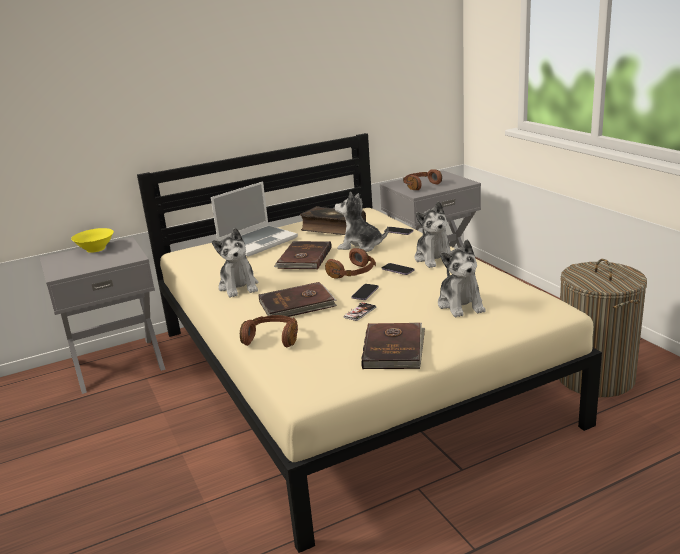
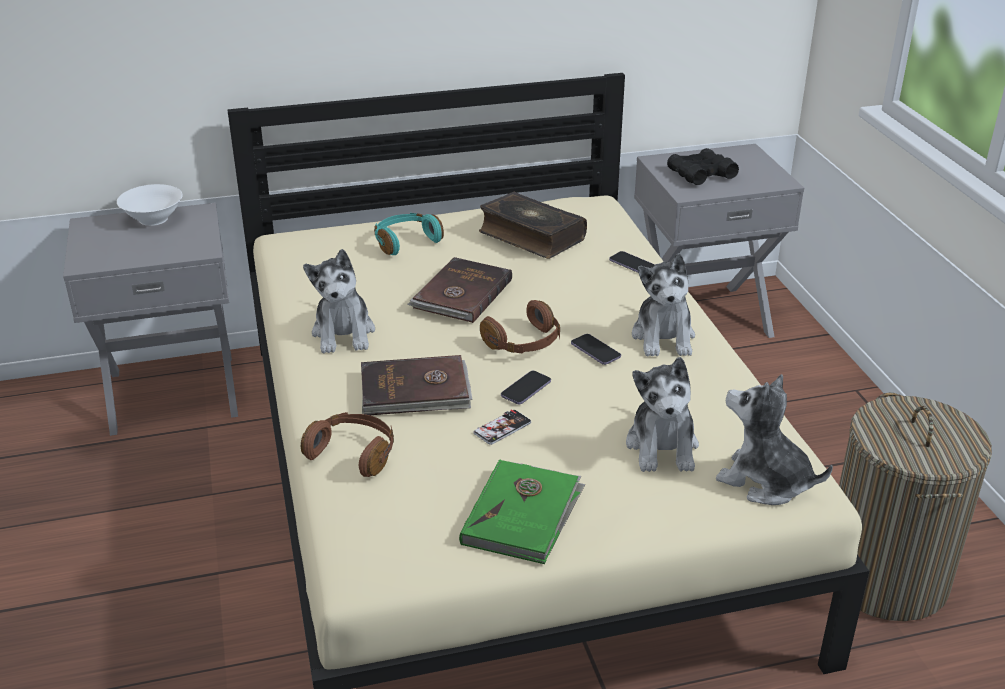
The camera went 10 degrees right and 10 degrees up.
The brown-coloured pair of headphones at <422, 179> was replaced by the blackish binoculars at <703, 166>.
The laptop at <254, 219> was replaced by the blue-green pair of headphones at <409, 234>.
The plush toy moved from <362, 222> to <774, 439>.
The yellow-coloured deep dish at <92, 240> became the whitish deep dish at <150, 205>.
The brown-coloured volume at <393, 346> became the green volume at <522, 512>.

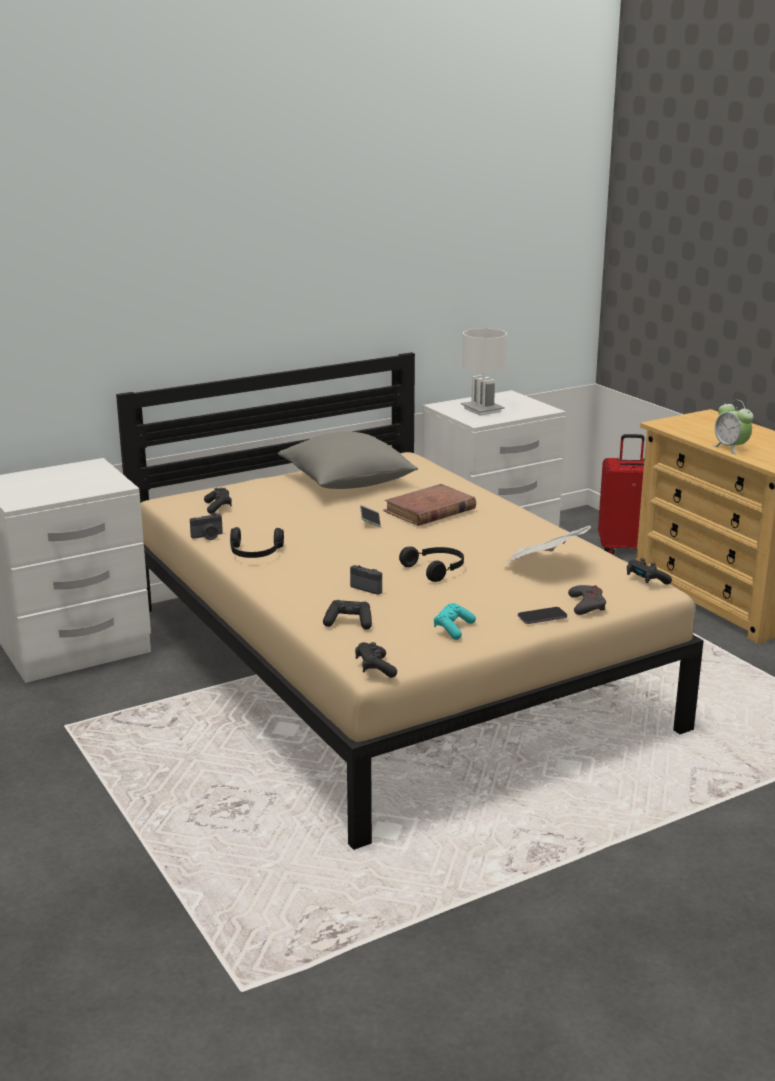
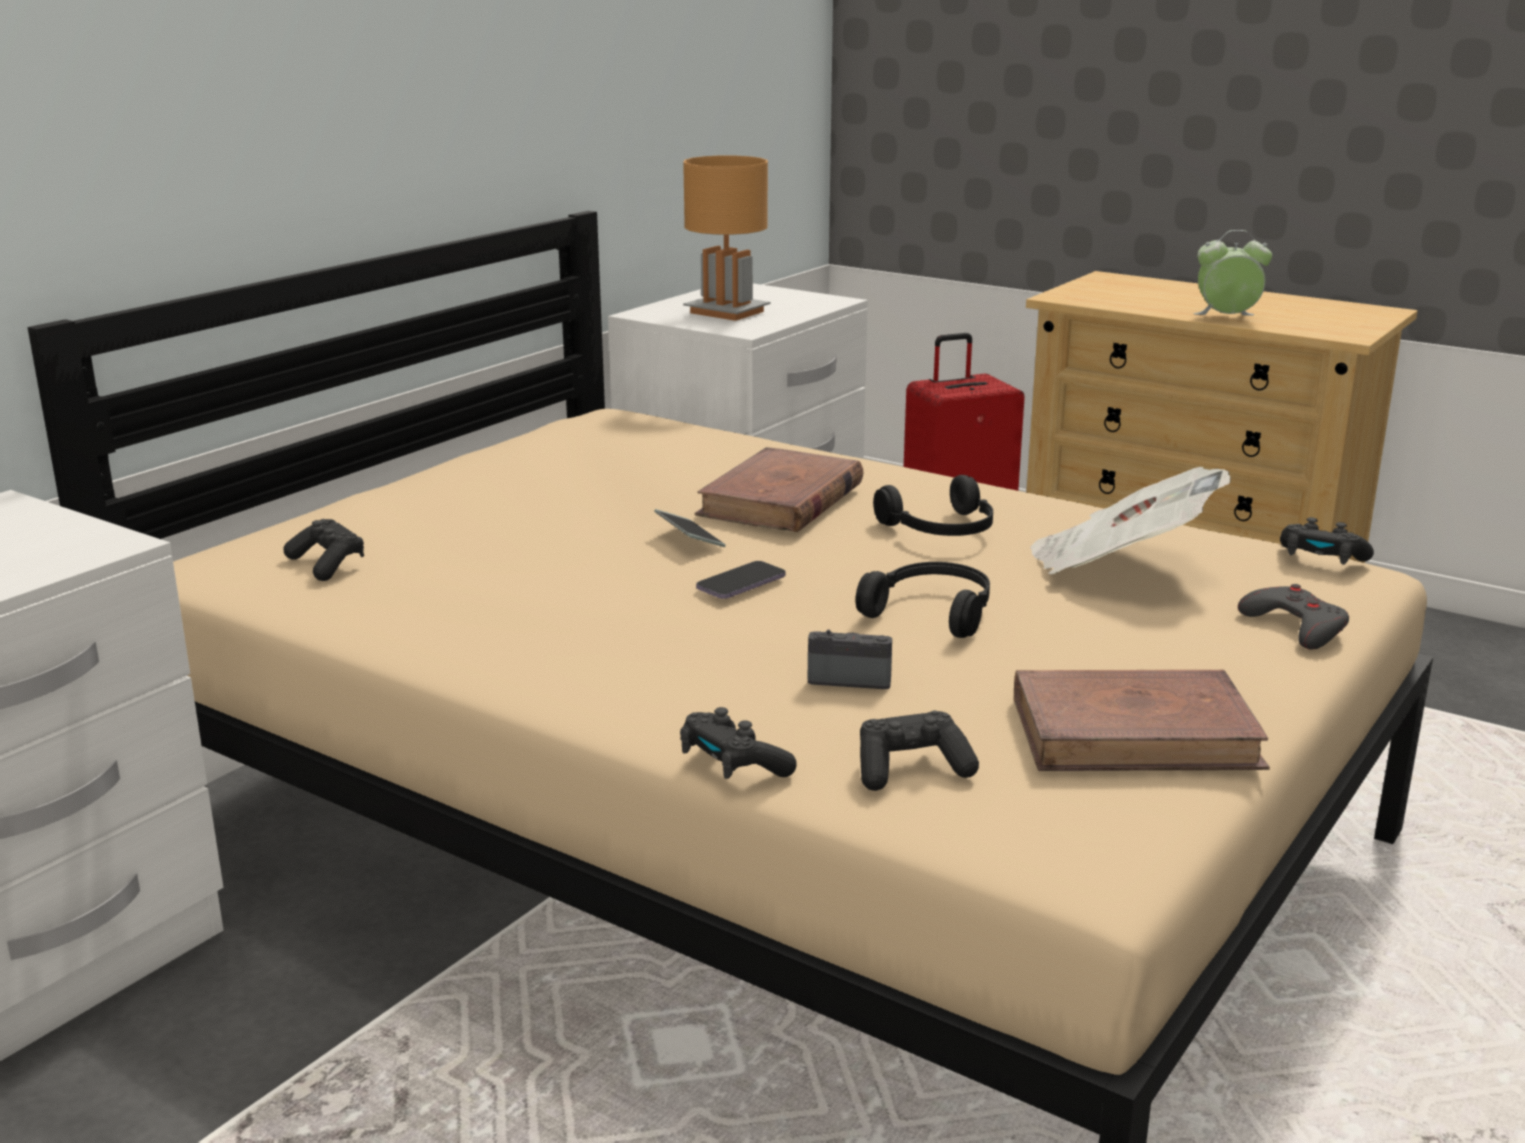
The camera went 25 degrees left and 0 degrees up.
The whitish table lamp at <484, 372> became the brown-coloured table lamp at <726, 238>.
The bedside clock at <732, 427> turned 150 degrees clockwise.
The greyish pillow at <348, 460> disappeared.
The still camera at <206, 526> disappeared.
The blackish pair of headphones moved from <257, 542> to <933, 505>.
The blue-green game controller at <455, 621> was replaced by the brown-coloured volume at <1142, 720>.
The phone moved from <542, 615> to <741, 580>.
The blackish game controller moved from <376, 660> to <738, 743>.

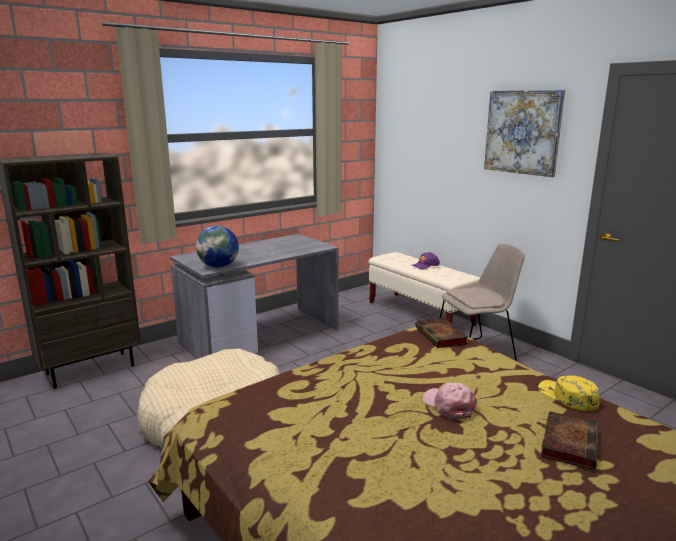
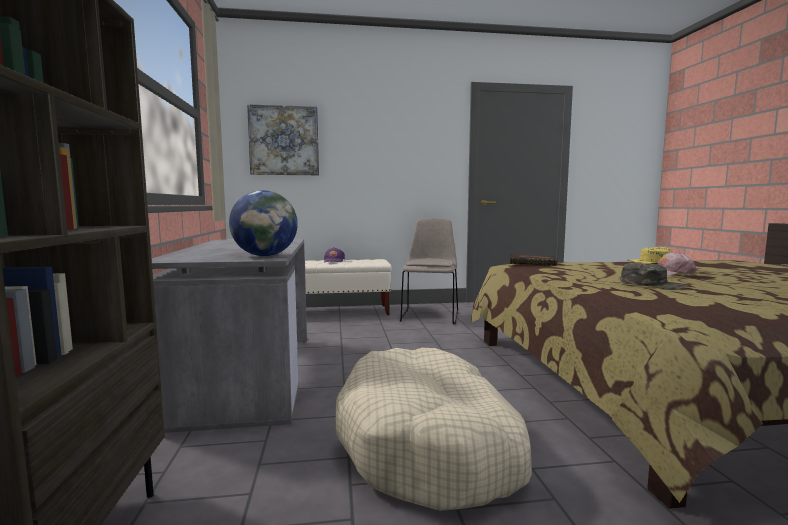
The camera went 60 degrees left and 10 degrees down.
The picture moved from <524, 133> to <283, 139>.
The volume at <569, 440> disappeared.
The green cap at <654, 276> appeared.

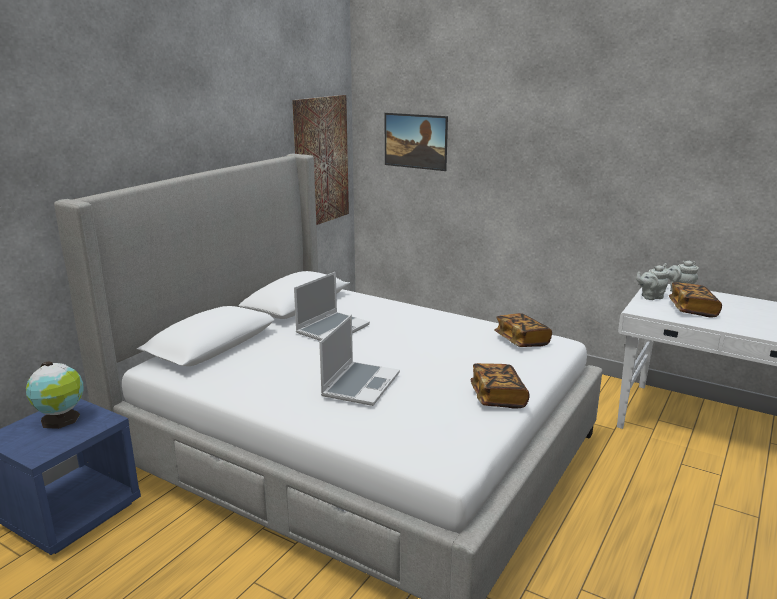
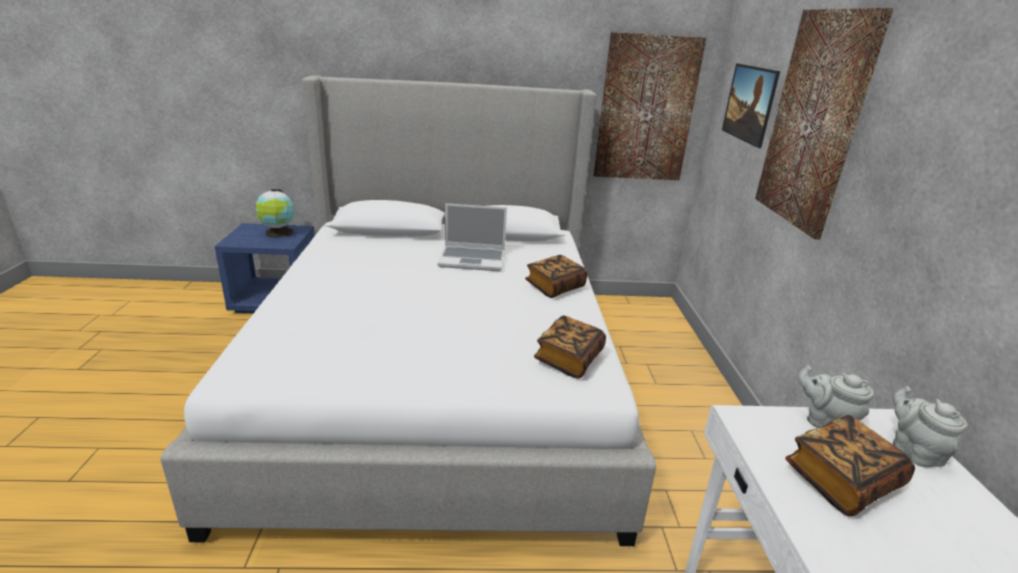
The camera went 55 degrees right and 5 degrees up.
The laptop at <359, 360> disappeared.
The volume moved from <500, 386> to <556, 276>.
The picture at <824, 123> appeared.

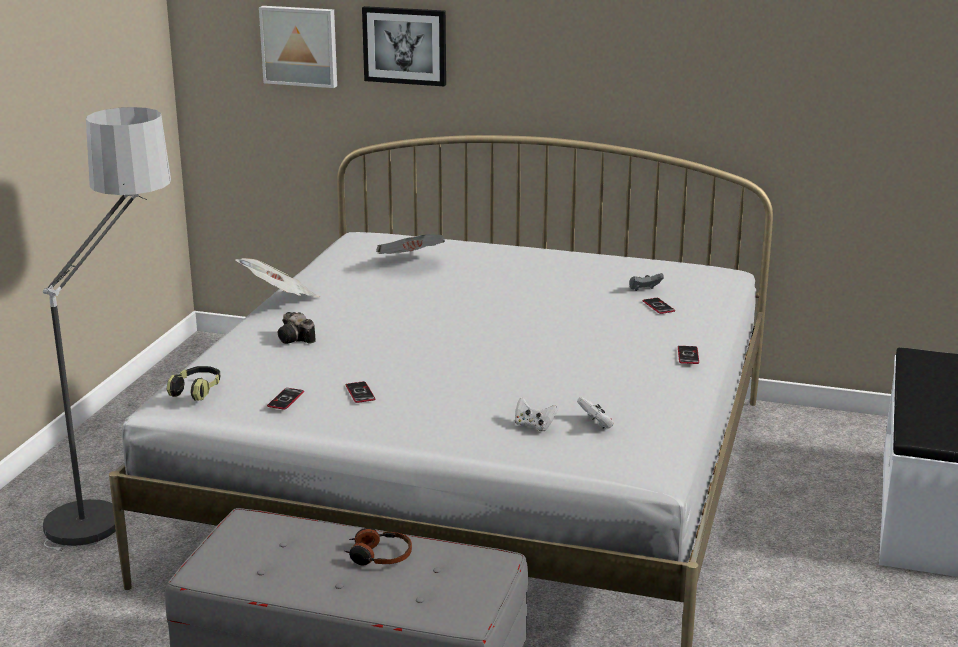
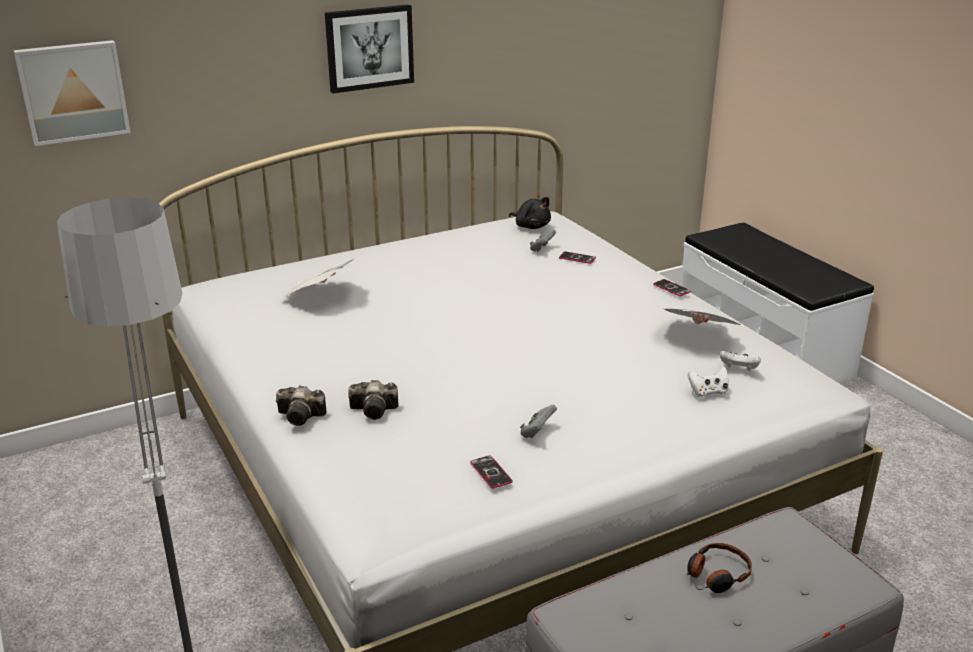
The camera went 45 degrees left and 5 degrees up.
The picture moved from <404, 46> to <369, 48>.
The newspaper moved from <278, 277> to <698, 315>.
The pair of headphones at <193, 383> disappeared.
The phone at <360, 392> was replaced by the greyish game controller at <538, 421>.
The blackish plush toy at <530, 213> appeared.
The still camera at <301, 405> appeared.

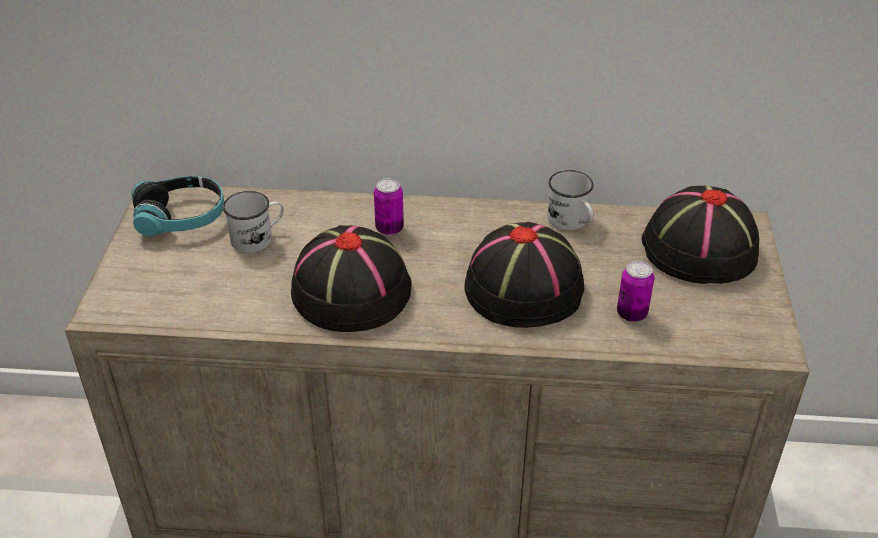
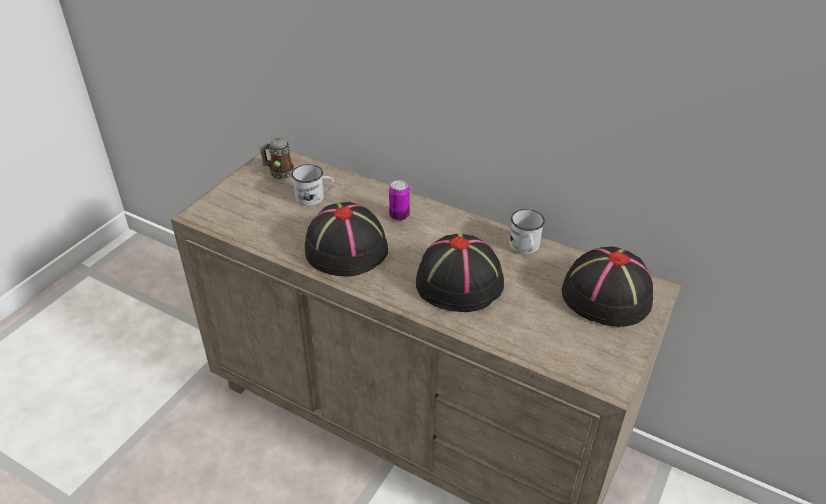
The camera went 25 degrees right and 0 degrees up.
The pair of headphones at <178, 206> was replaced by the tea mug at <276, 158>.
The can at <635, 291> disappeared.

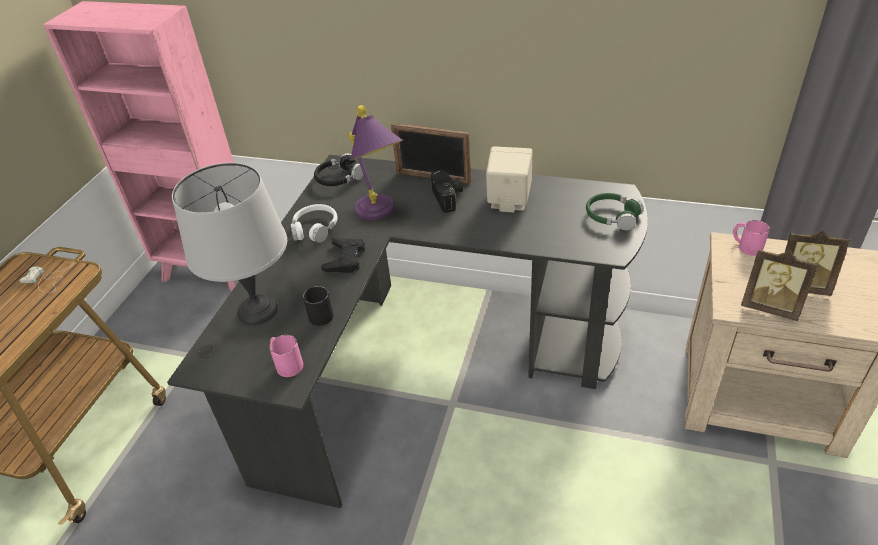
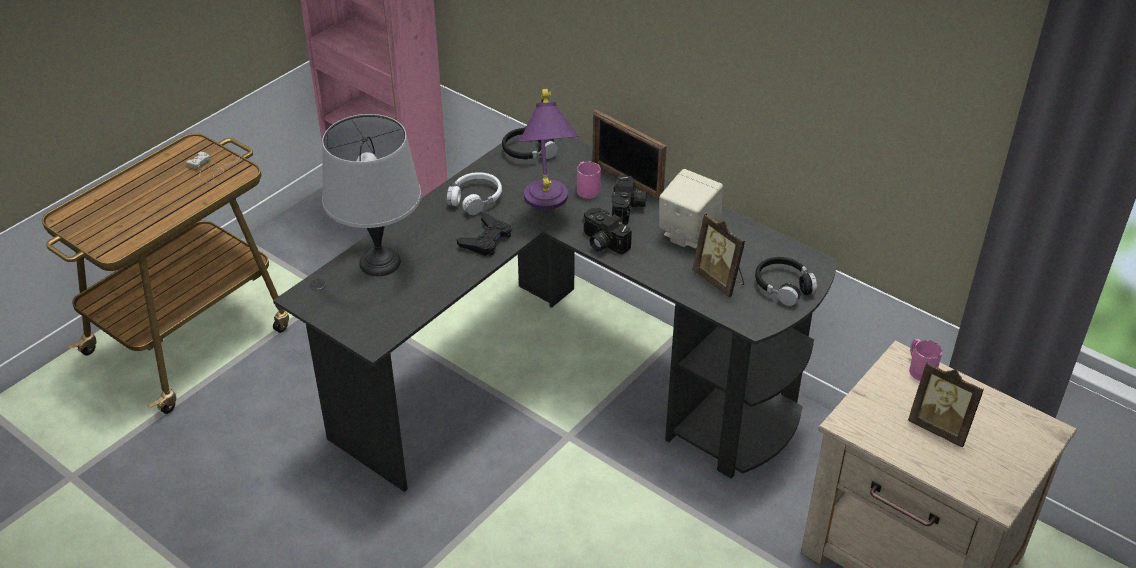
The camera went 20 degrees right and 0 degrees up.
The green pair of headphones at <615, 211> became the blackish pair of headphones at <786, 281>.
The standing frame moved from <780, 285> to <718, 255>.
The blackish tea mug at <318, 305> disappeared.
The pinkish tea mug moved from <286, 356> to <589, 180>.
The still camera at <607, 231> appeared.

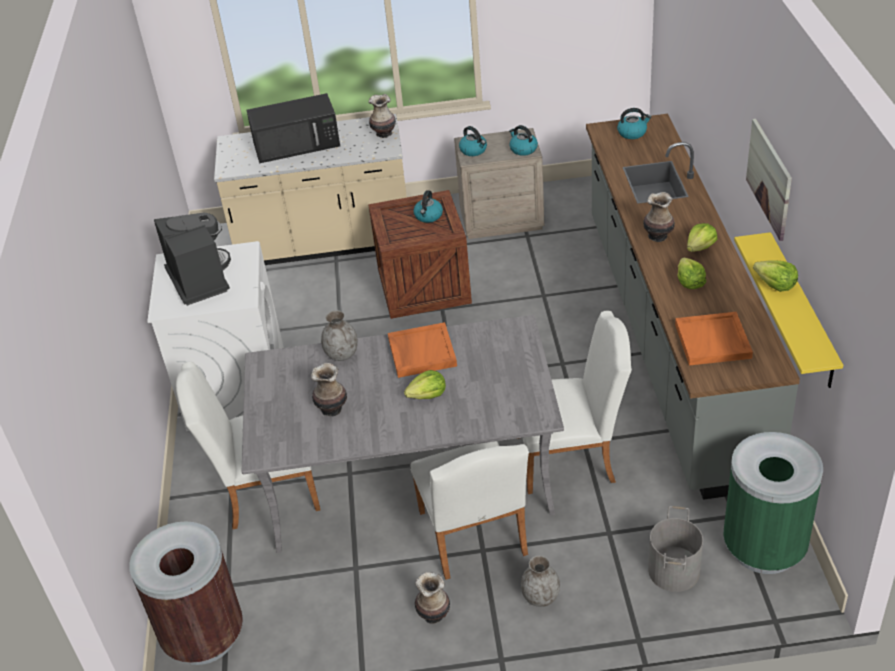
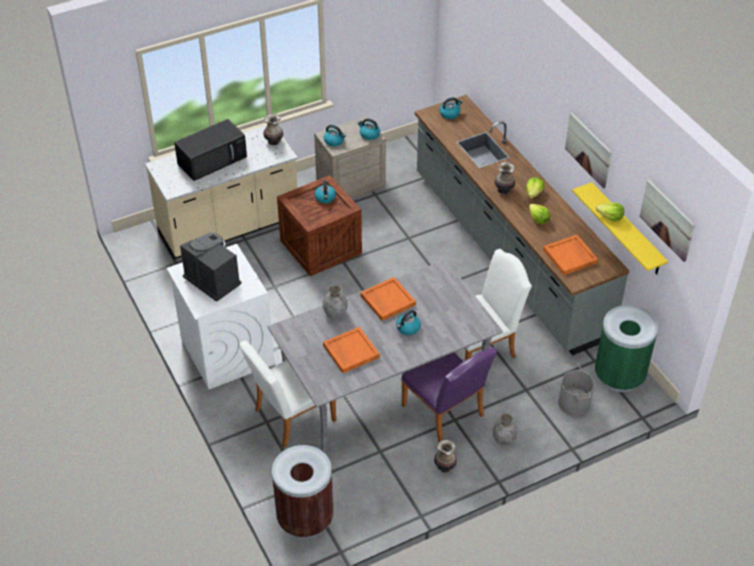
The camera went 25 degrees left and 5 degrees up.
The flower vase at <329, 389> was replaced by the orangey tray at <351, 350>.
The head of lettuce at <425, 384> was replaced by the tea kettle at <408, 322>.
The whitish upright chair at <470, 510> became the purplish upright chair at <449, 394>.
The picture at <667, 221> appeared.

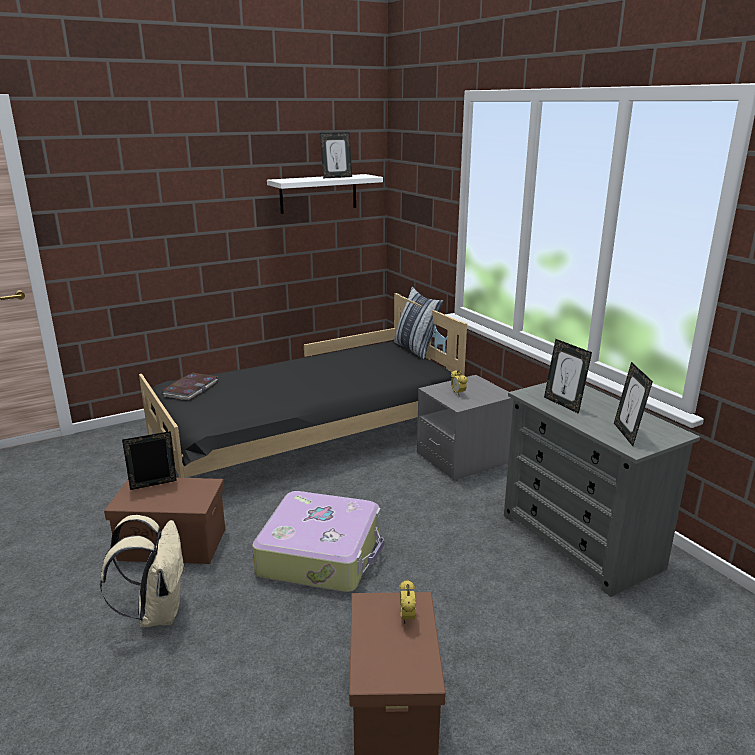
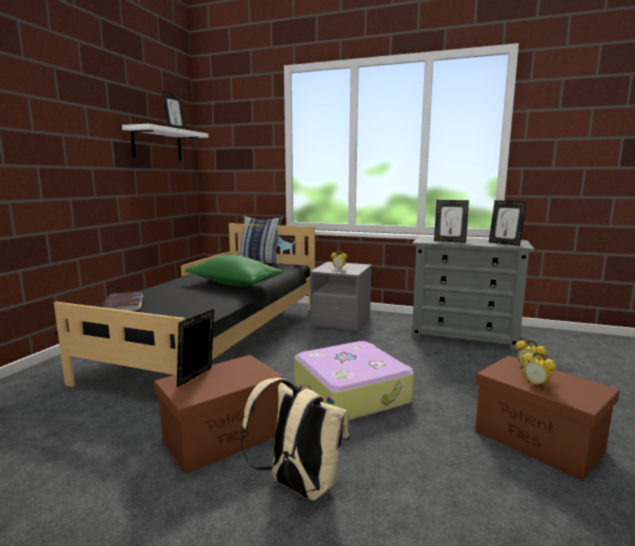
The camera went 40 degrees left and 10 degrees down.
The green pillow at <235, 270> appeared.
The bedside clock at <539, 370> appeared.

